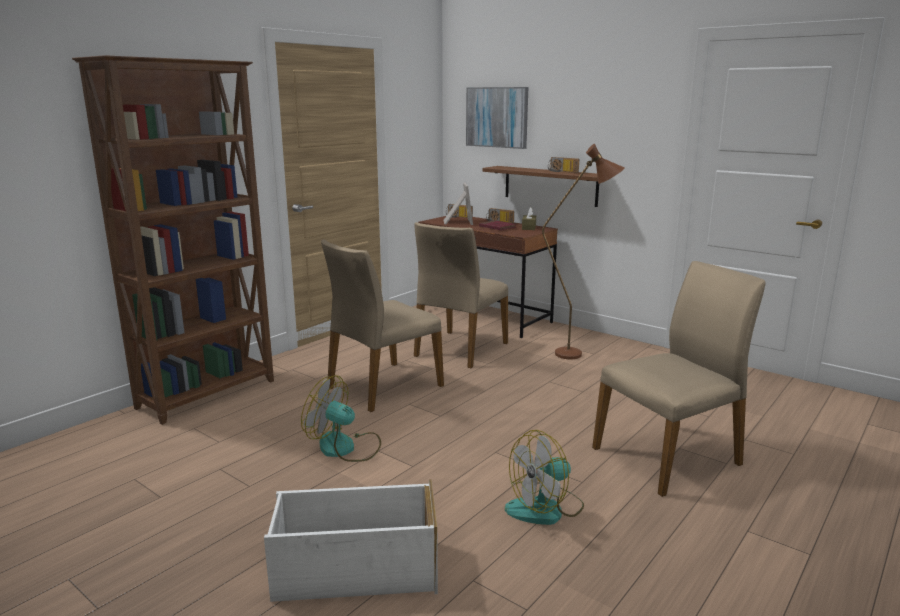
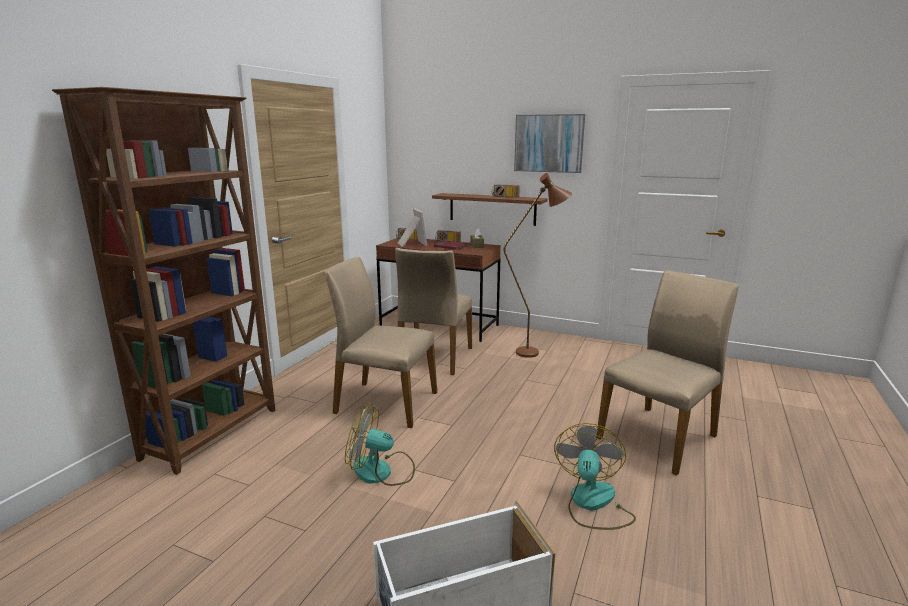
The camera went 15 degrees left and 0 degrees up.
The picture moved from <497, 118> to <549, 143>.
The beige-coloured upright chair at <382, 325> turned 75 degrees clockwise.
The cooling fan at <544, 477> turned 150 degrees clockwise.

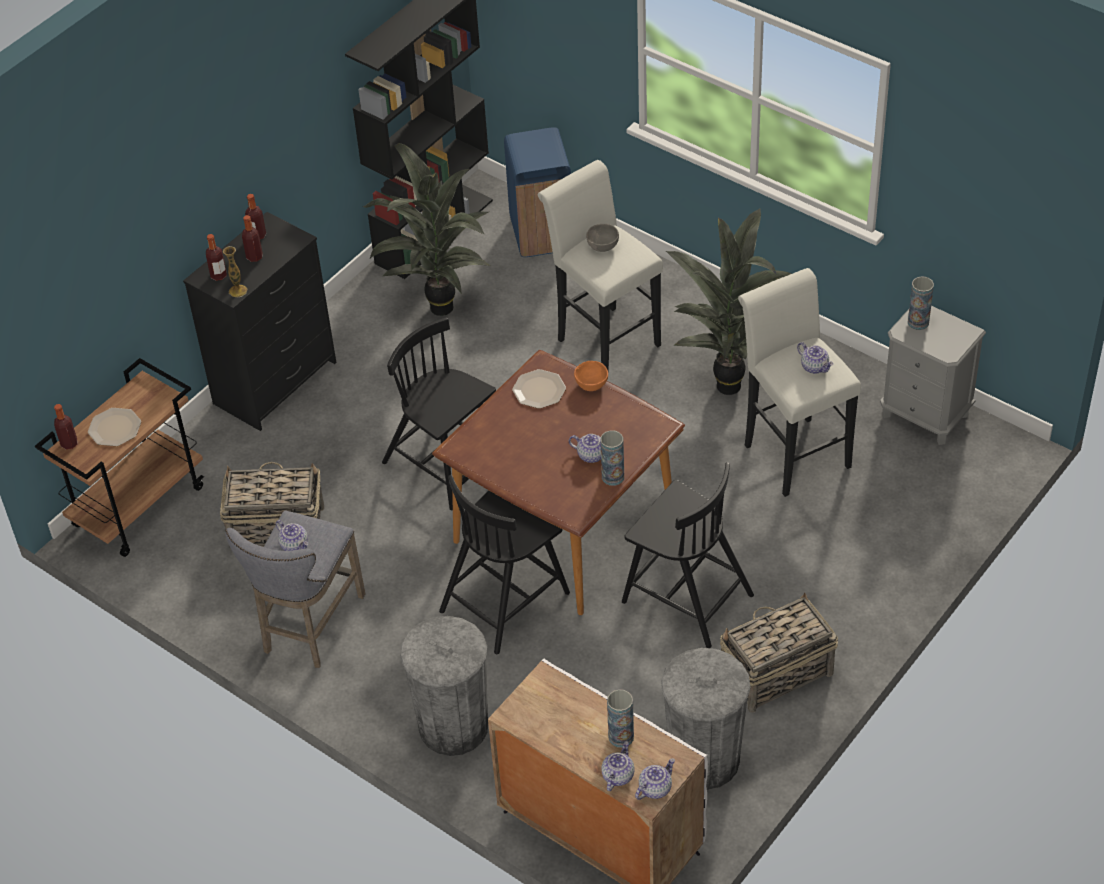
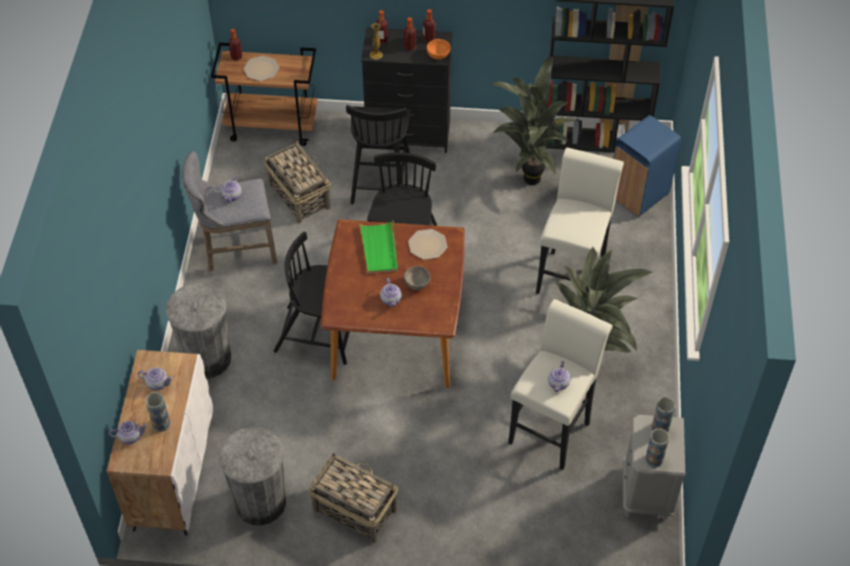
The camera went 55 degrees right and 5 degrees up.
The greyish deep dish moved from <602, 238> to <417, 278>.
The orangey deep dish moved from <591, 376> to <439, 49>.
The flower vase moved from <612, 458> to <657, 448>.
The blackish upright chair moved from <688, 555> to <378, 154>.
The pot for tea moved from <655, 779> to <155, 378>.
The green tray at <378, 247> appeared.

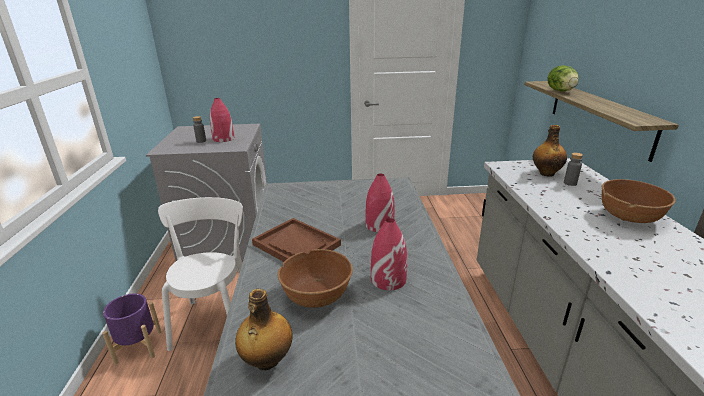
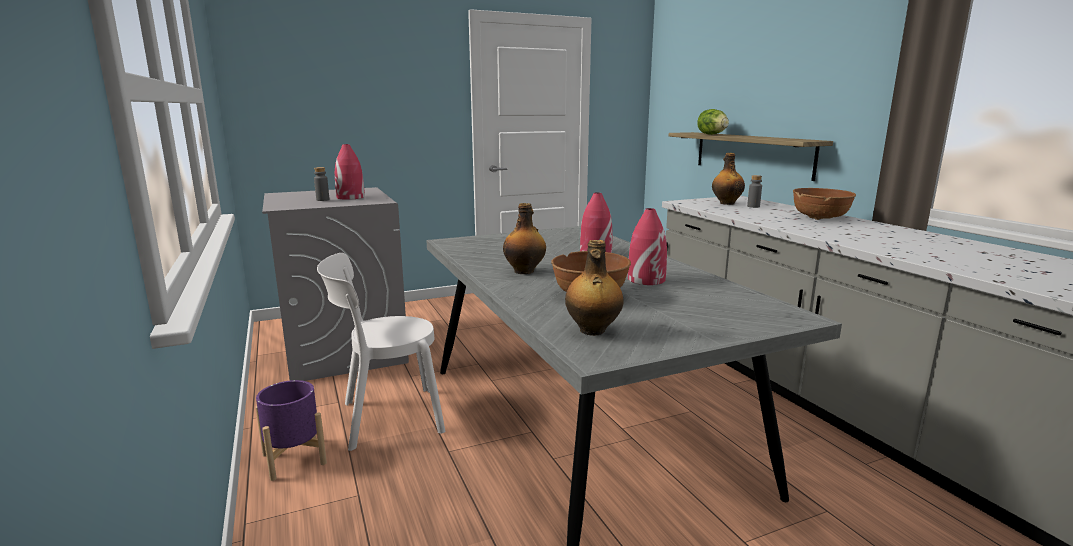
The camera went 20 degrees left and 10 degrees down.
The whitish upright chair at <200, 274> turned 90 degrees counterclockwise.
The brown-coloured tray at <296, 240> was replaced by the drink bottle at <524, 238>.

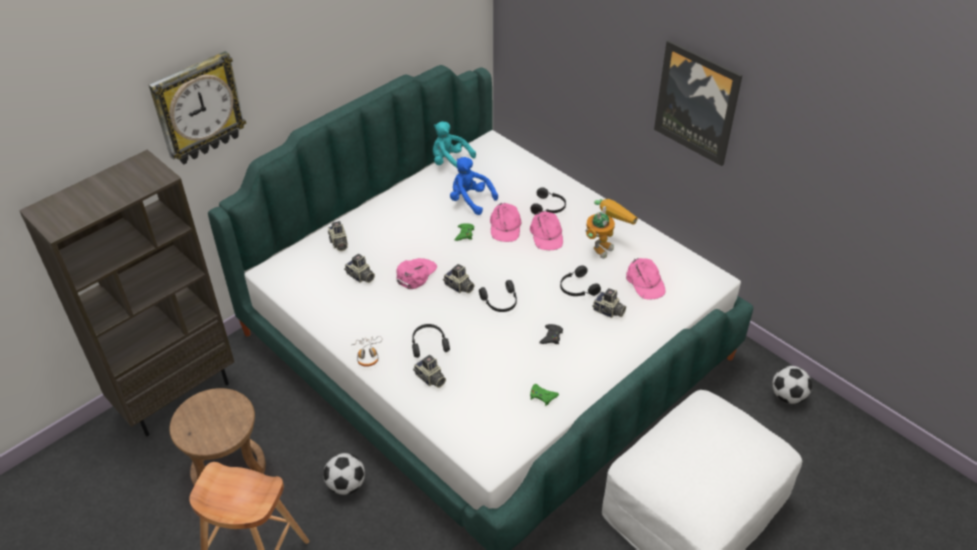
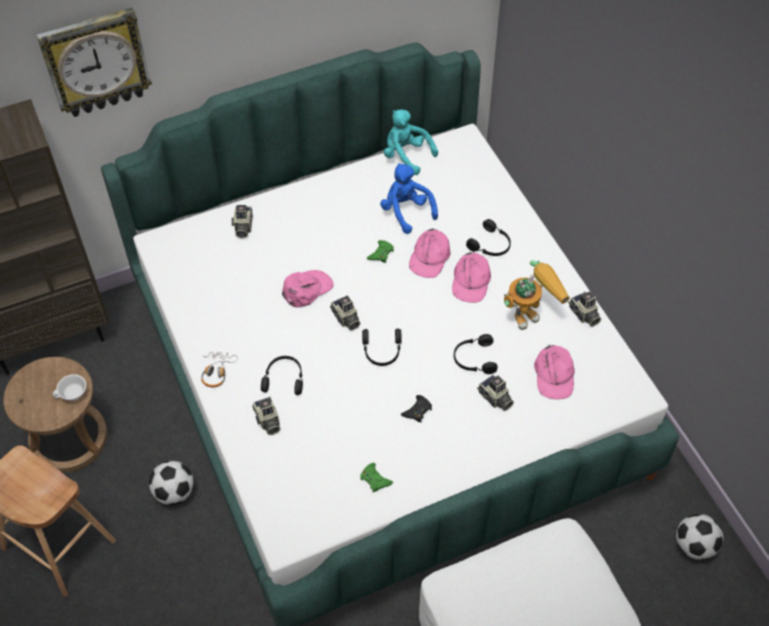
The camera went 20 degrees right and 10 degrees up.
The picture at <698, 103> disappeared.
The still camera moved from <359, 268> to <584, 309>.
The whitish cup at <70, 387> appeared.

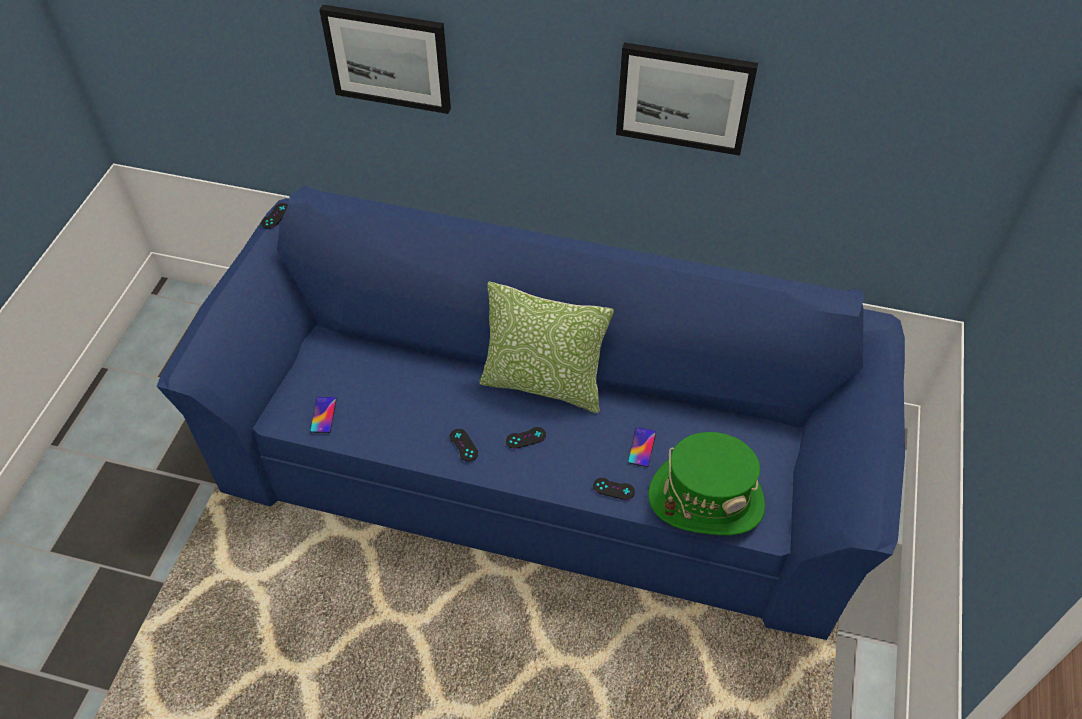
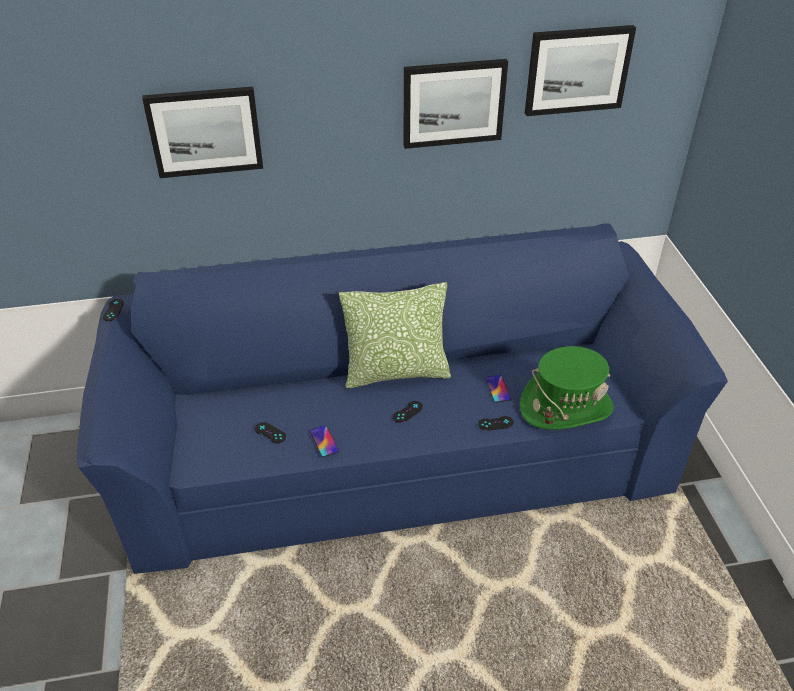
The camera went 25 degrees left and 10 degrees down.
The phone moved from <323, 415> to <325, 441>.
The blackish game controller moved from <464, 445> to <270, 432>.
The picture at <580, 70> appeared.

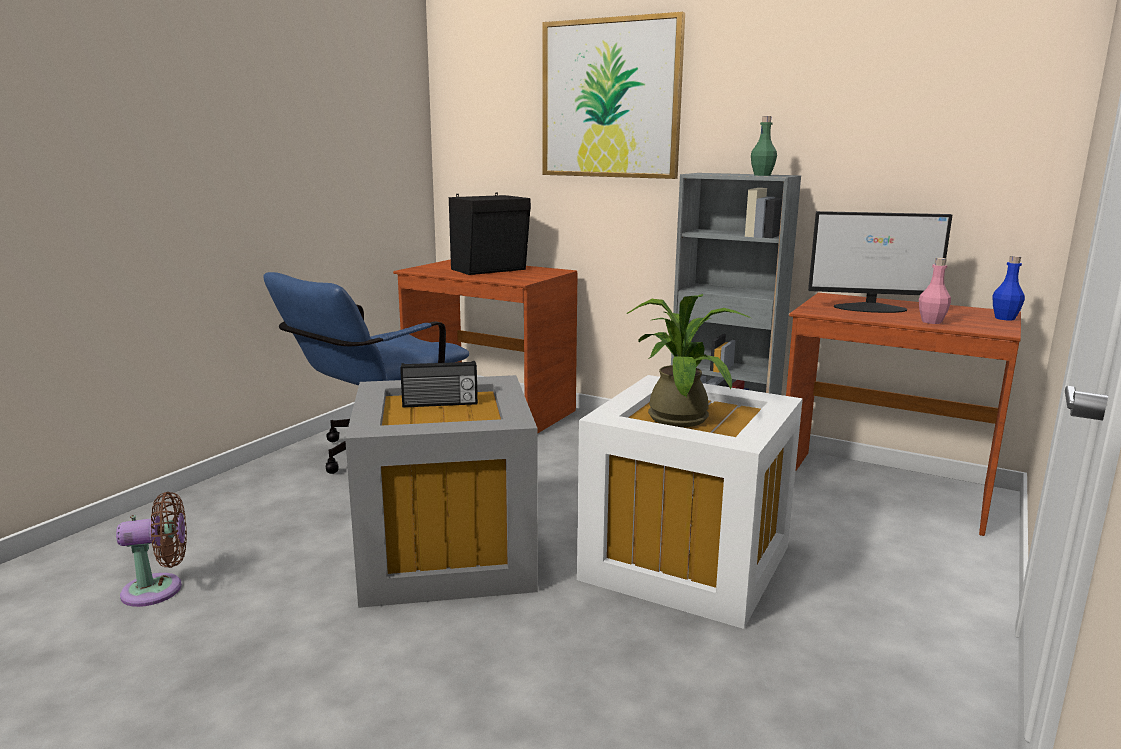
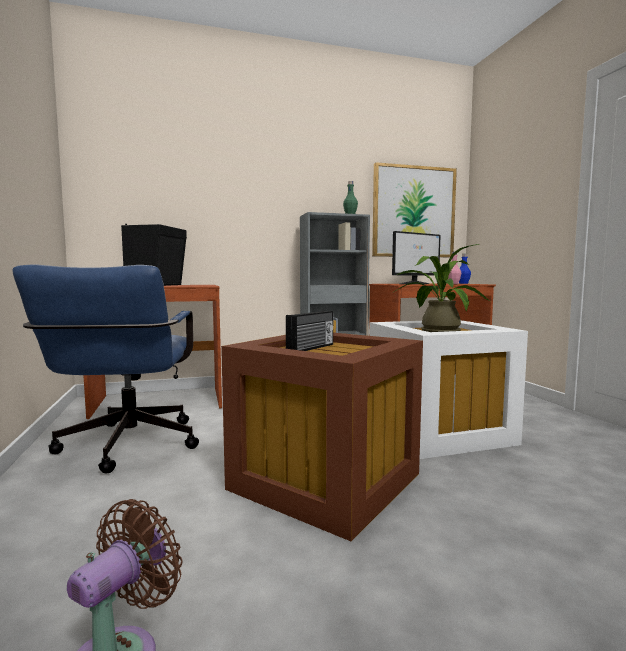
The camera went 45 degrees left and 10 degrees down.
The picture moved from <613, 95> to <414, 209>.
The greyish storage bin at <441, 491> became the brown-coloured storage bin at <322, 437>.

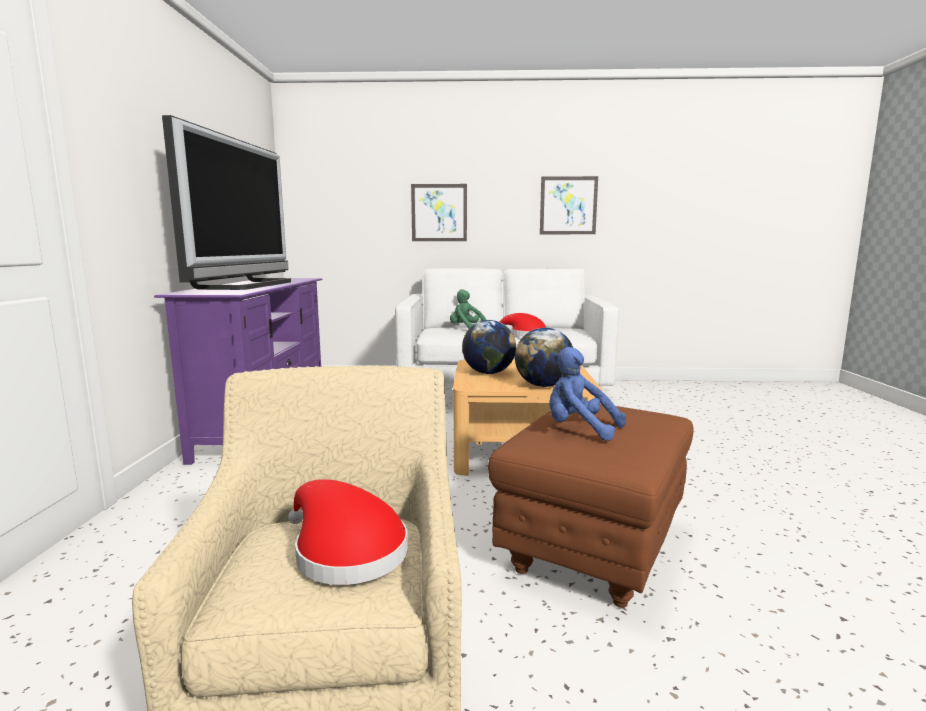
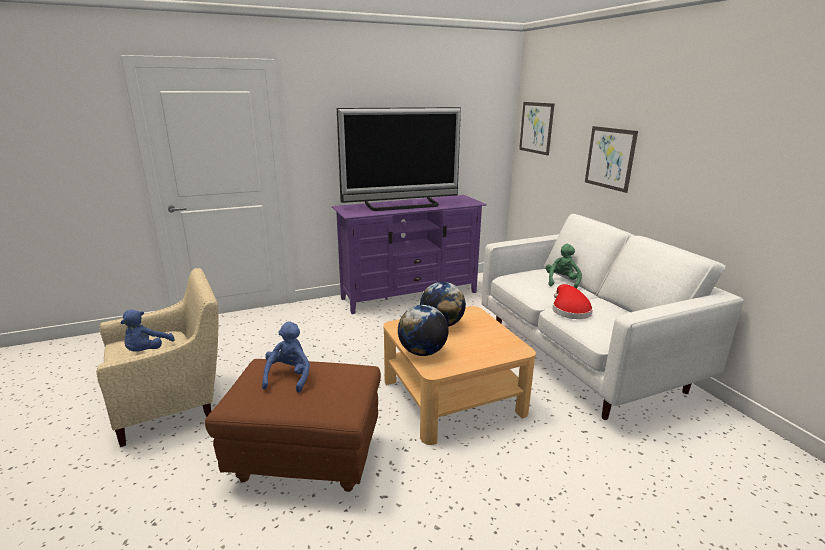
The camera went 65 degrees right and 10 degrees up.
The picture moved from <569, 205> to <536, 129>.
The reddish clothing hat at <348, 532> was replaced by the blue plush toy at <148, 330>.

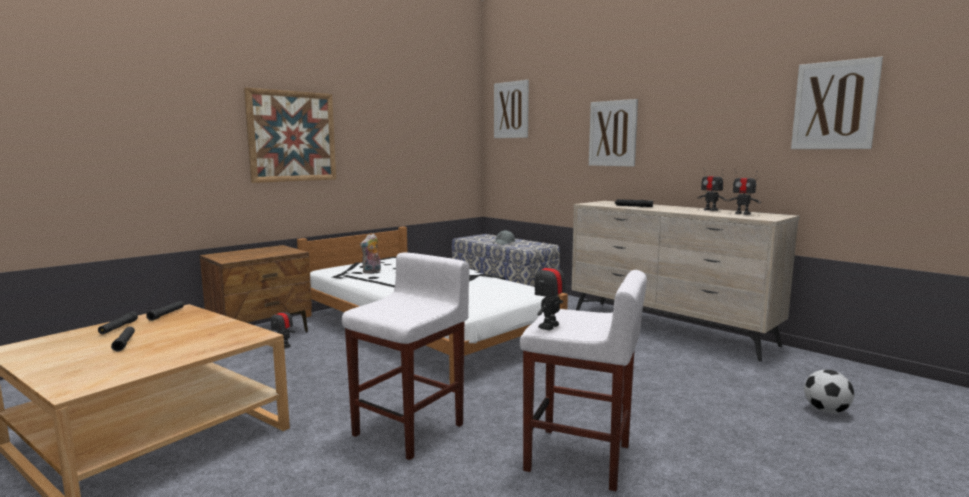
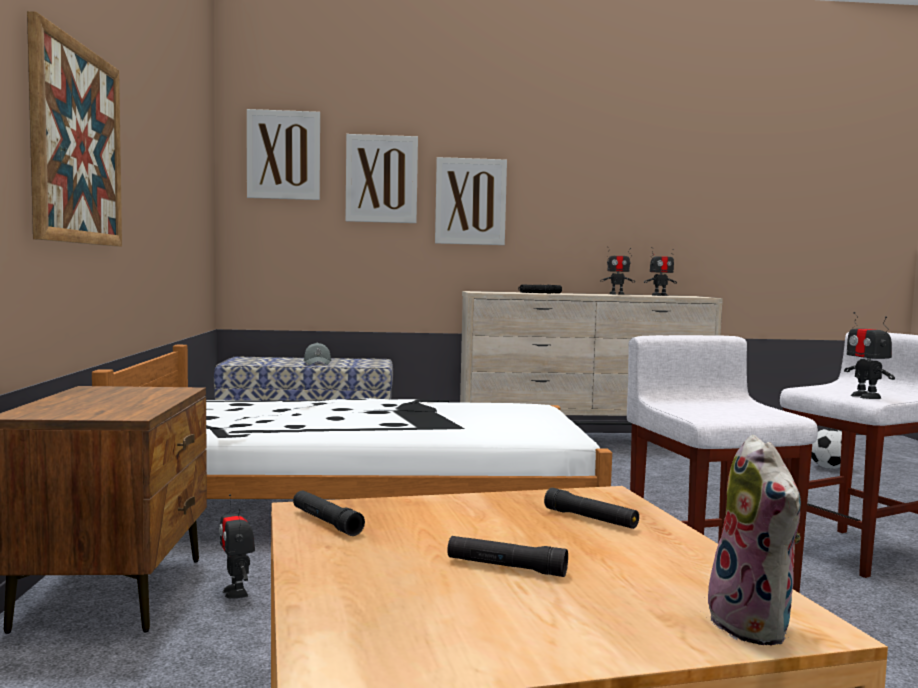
The camera went 50 degrees left and 5 degrees down.
The picture moved from <837, 103> to <382, 178>.
The plush toy moved from <370, 253> to <754, 540>.
The blackish hand torch moved from <118, 323> to <591, 508>.

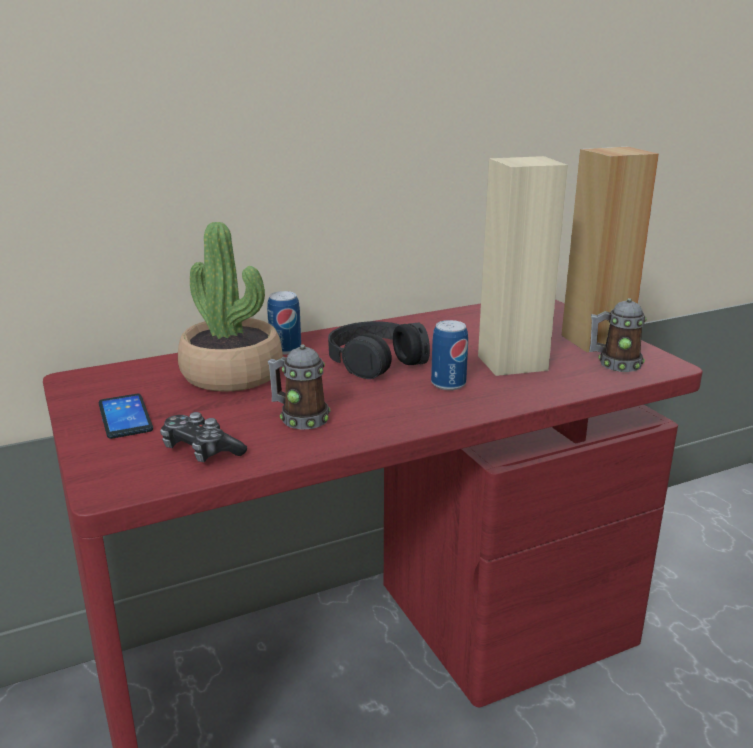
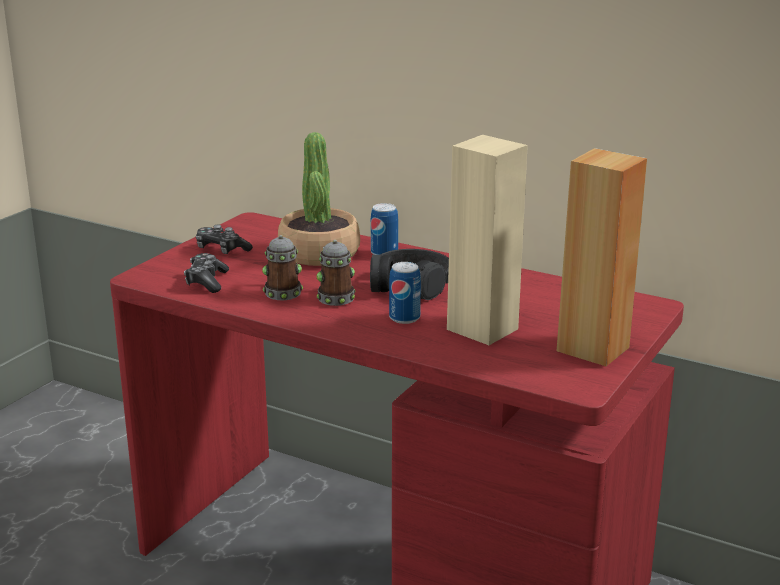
The camera went 55 degrees right and 0 degrees up.
The tea mug moved from <618, 335> to <335, 273>.
The phone at <125, 416> was replaced by the game controller at <224, 239>.

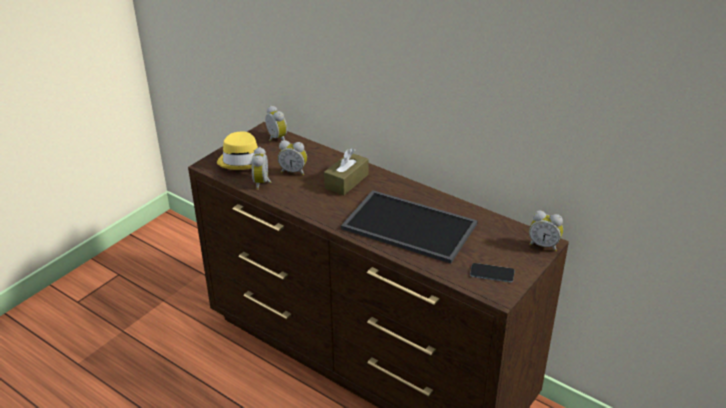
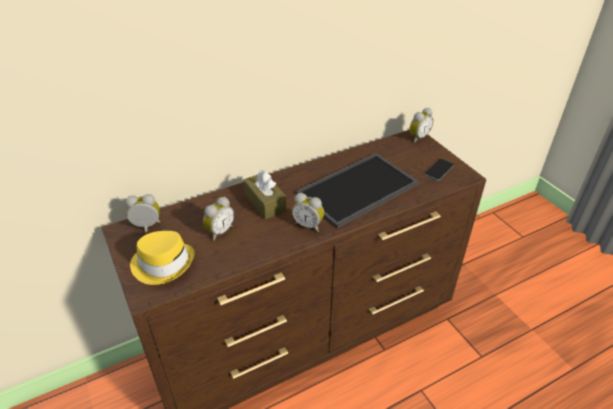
The camera went 65 degrees left and 5 degrees up.
The bedside clock moved from <261, 168> to <308, 212>.

